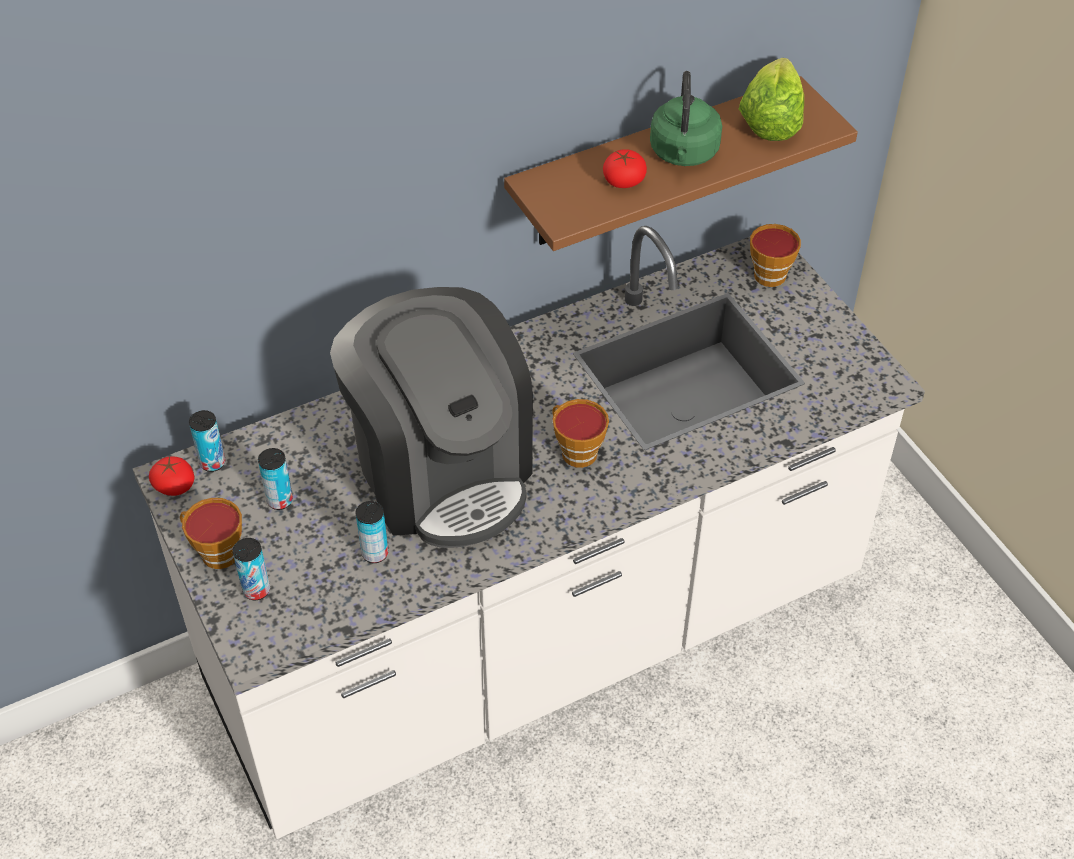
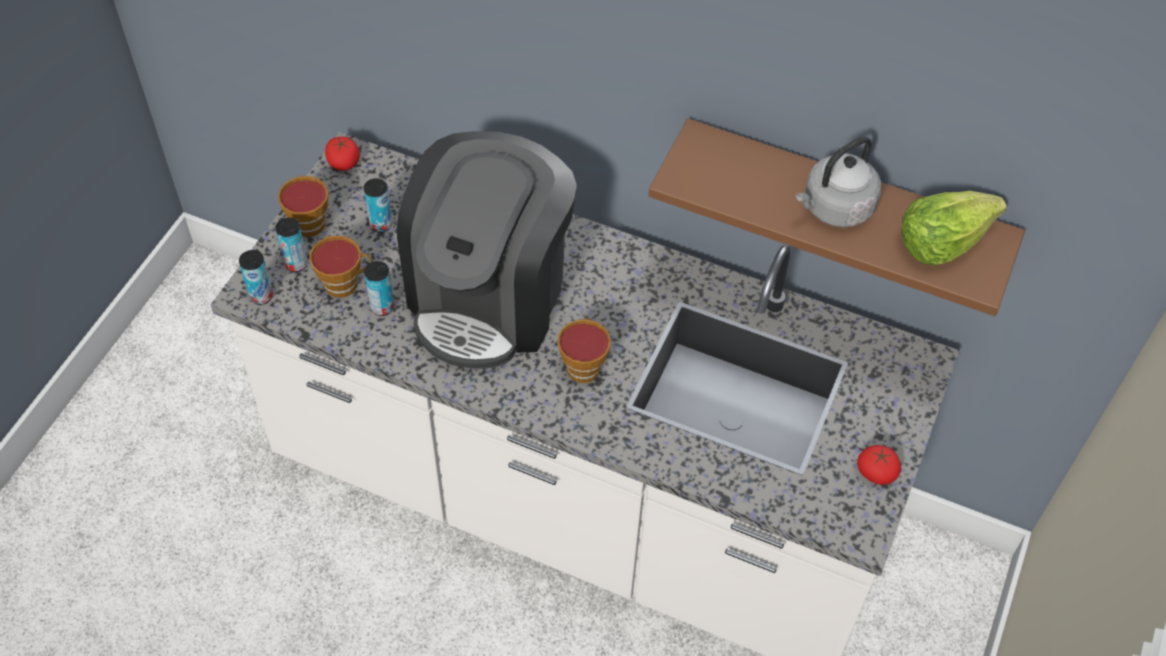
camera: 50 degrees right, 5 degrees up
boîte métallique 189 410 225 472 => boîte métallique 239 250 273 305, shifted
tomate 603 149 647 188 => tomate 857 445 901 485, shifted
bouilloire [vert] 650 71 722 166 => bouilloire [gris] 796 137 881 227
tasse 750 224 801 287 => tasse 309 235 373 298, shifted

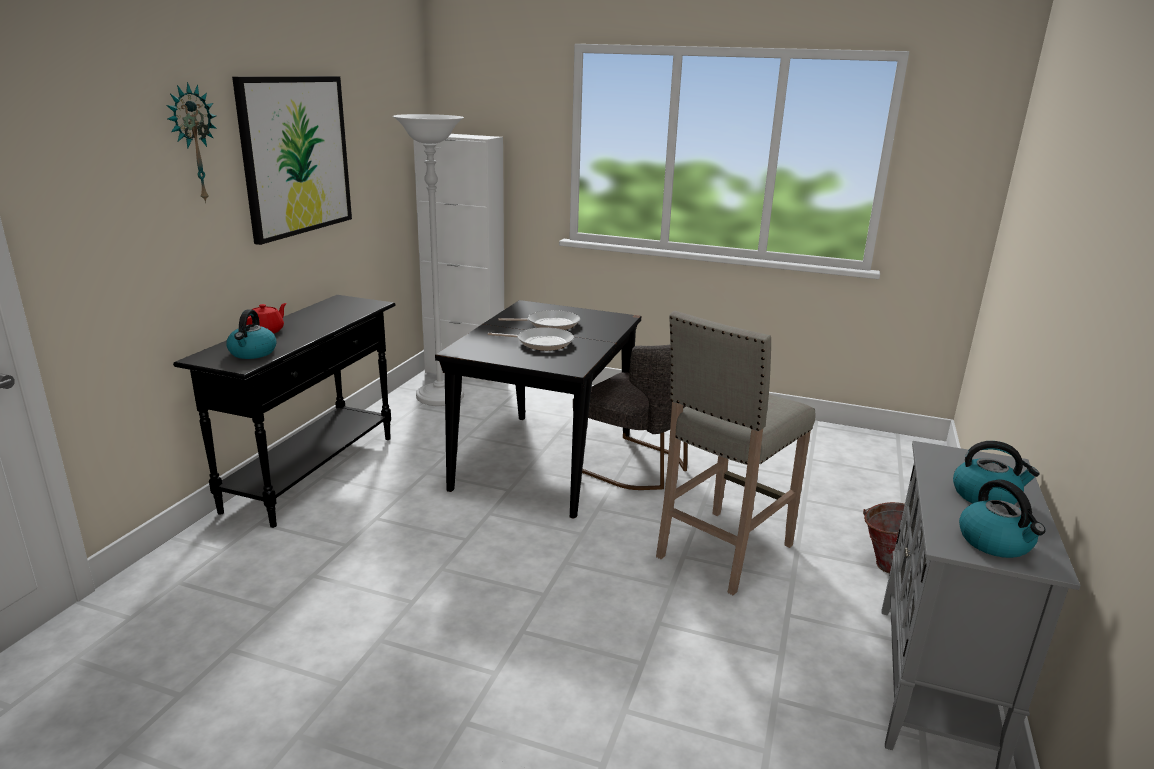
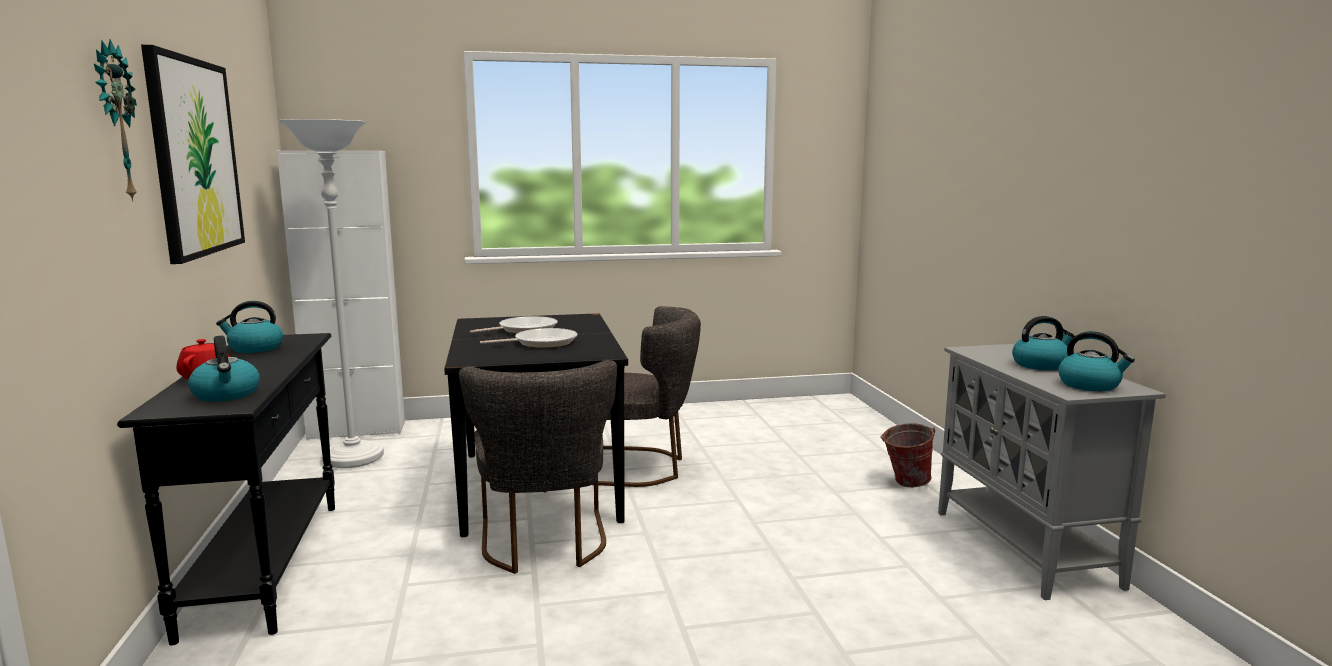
camera: 30 degrees left, 10 degrees down
tabouret [beige] 656 311 816 595 => nothing
nothing => bouilloire 216 301 283 353
nothing => chaise [gris] 459 360 617 574

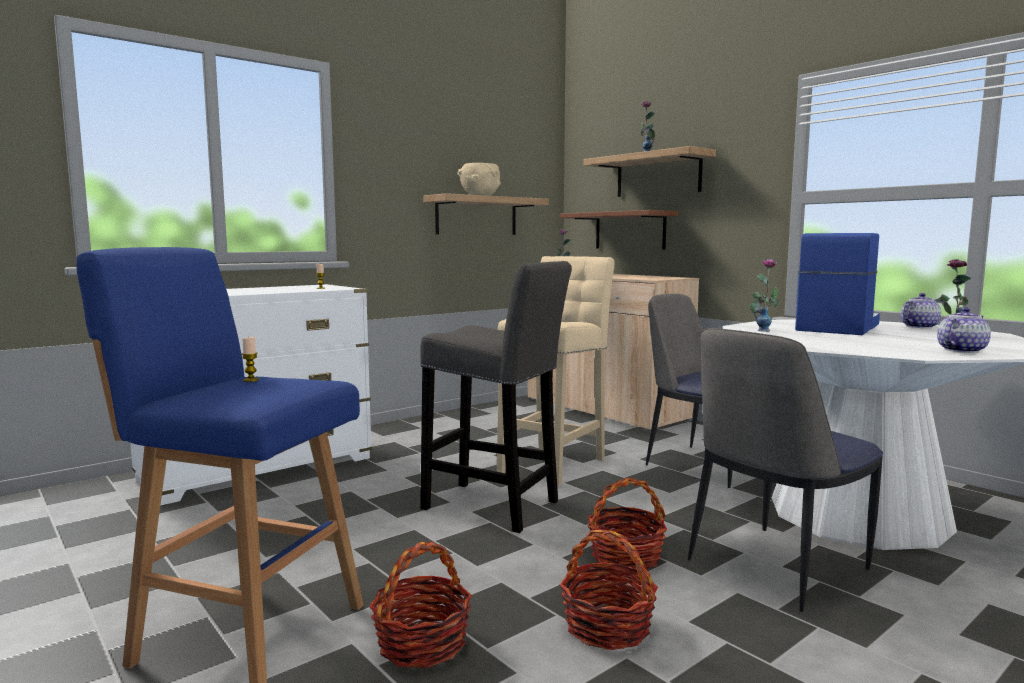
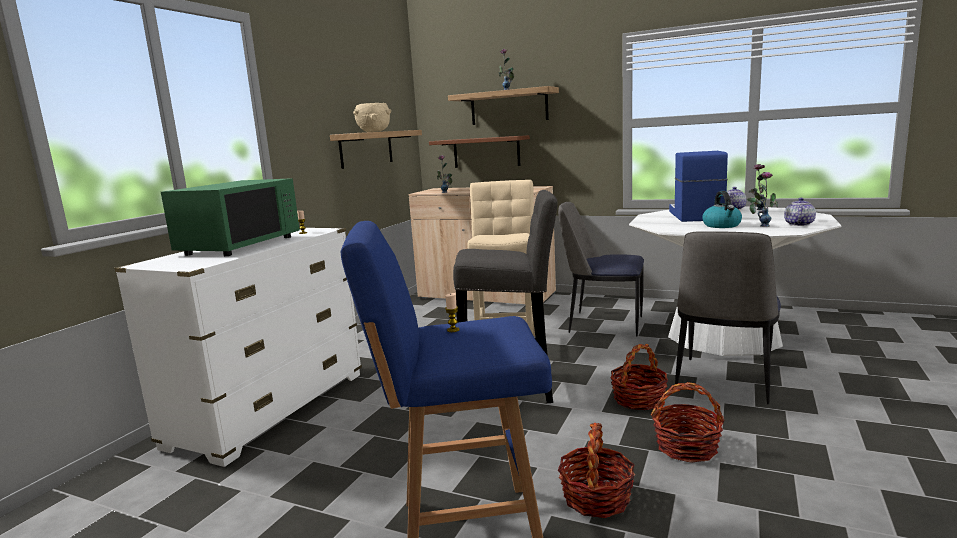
camera: 25 degrees left, 5 degrees up
vase 750 259 779 332 => vase 747 172 778 227, shifted
nothing => micro-ondes [vert] 161 178 300 256
nothing => bouilloire 702 191 742 228

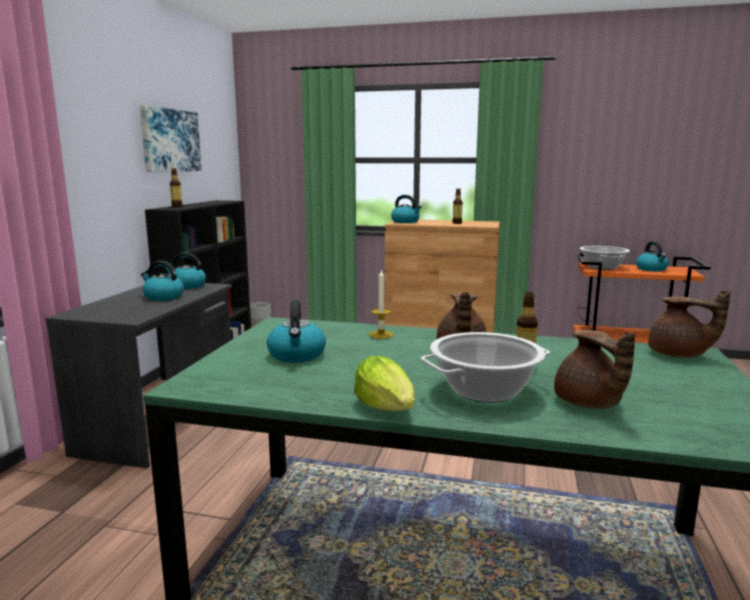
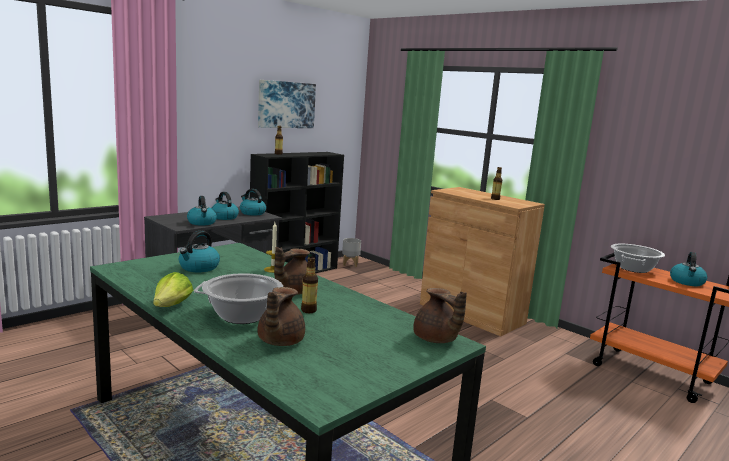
camera: 30 degrees right, 0 degrees up
bouilloire 391 195 421 223 => bouilloire 187 196 217 226, shifted

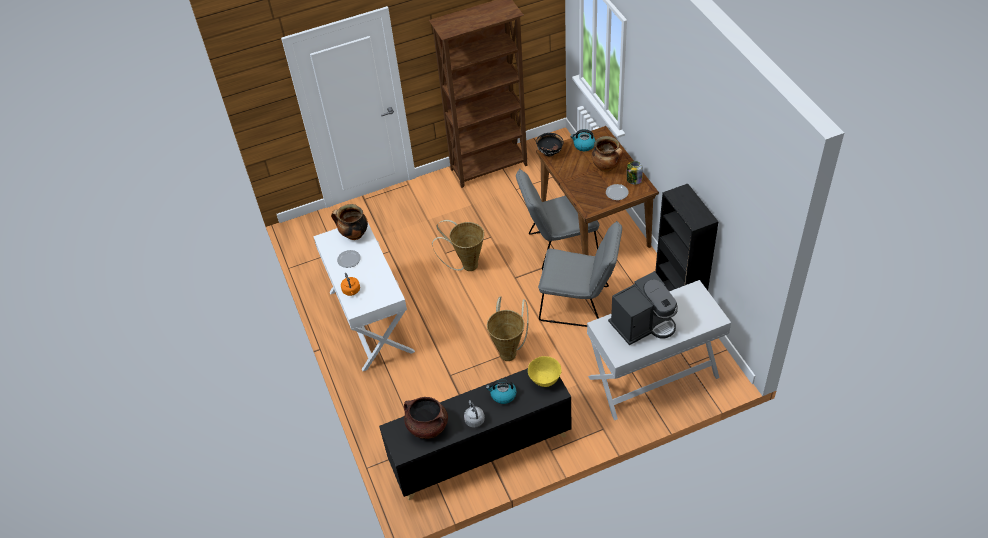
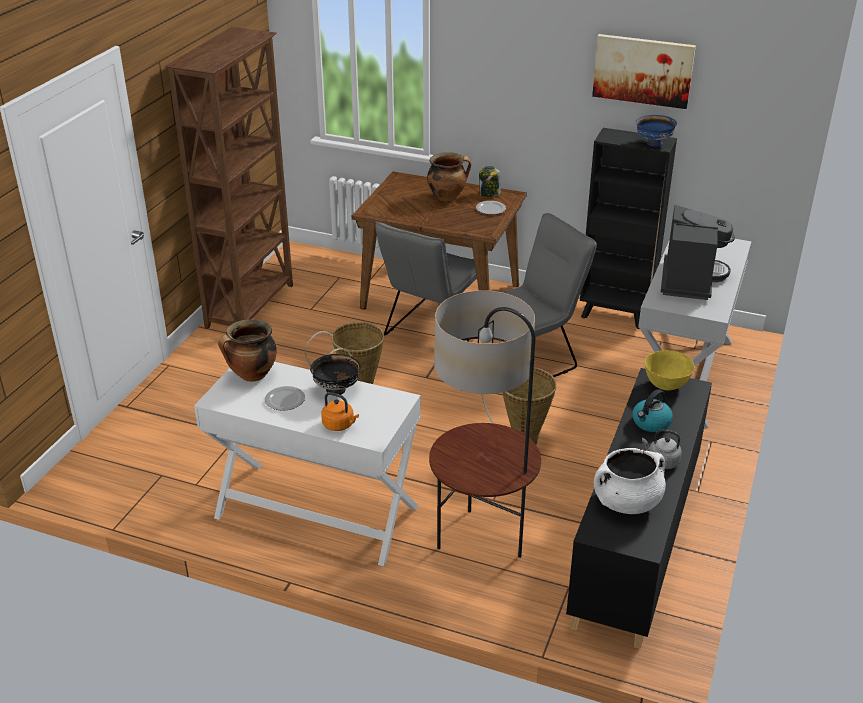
camera: 50 degrees left, 15 degrees down
marmite [marron] 404 397 448 439 => marmite [blanc] 594 448 666 514
bol [noir] 536 133 564 156 => bol [noir] 310 354 361 395, shifted
bouilloire 570 129 595 151 => nothing
nothing => lampadaire 429 290 541 558
nothing => tableau 592 34 696 109
nothing => bol [bleu] 636 115 677 147

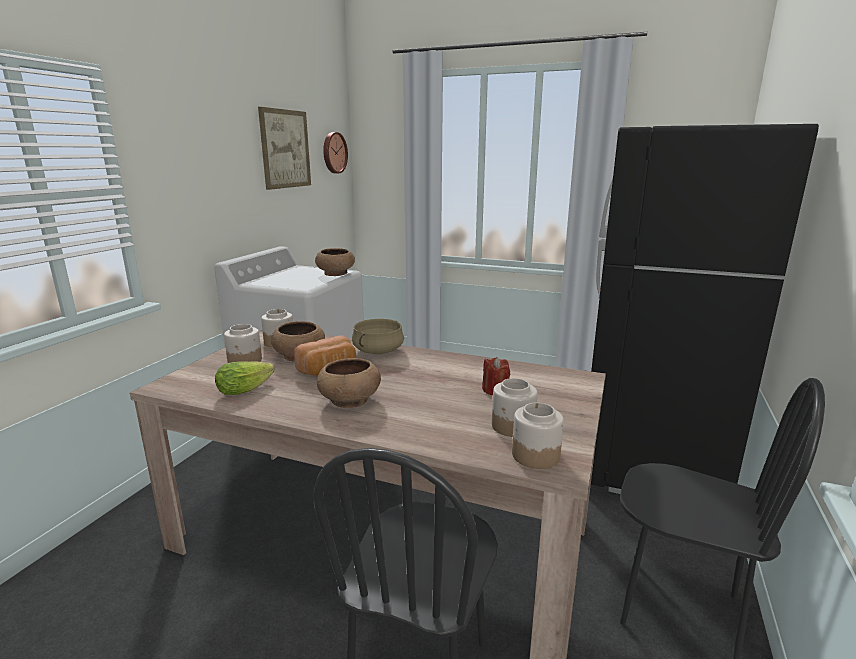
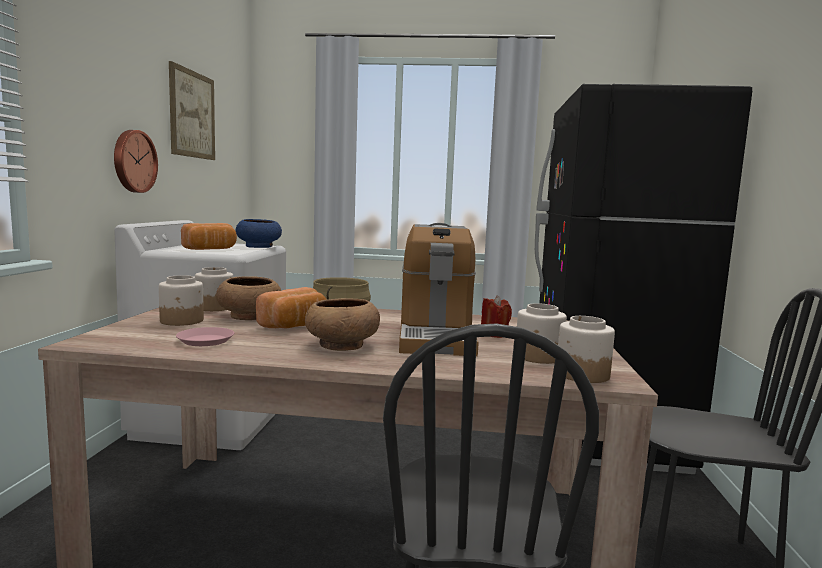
camera: 15 degrees left, 10 degrees down
laitue 215 361 274 395 => assiette [rose] 176 327 234 346
bol [marron] 315 248 355 276 => bol [bleu] 236 219 282 248
horloge murale 323 132 348 174 => horloge murale 114 130 158 193, shifted
nothing => pain 181 223 237 250
nothing => machine à café 399 223 479 356

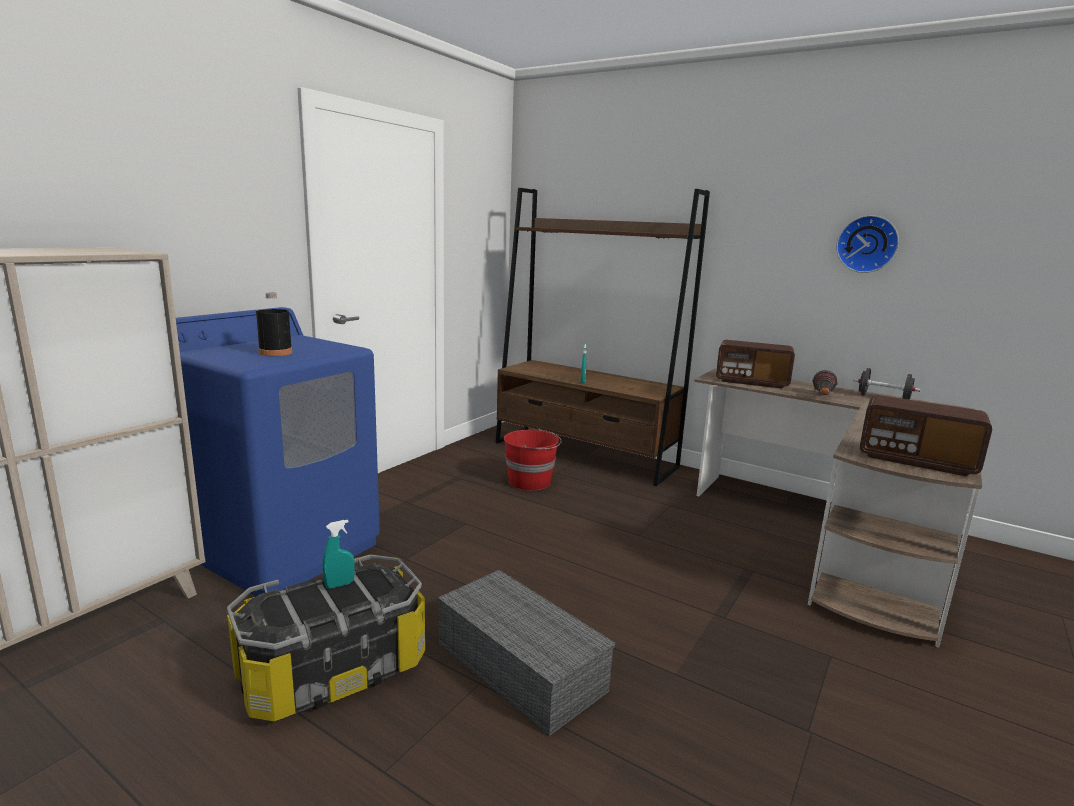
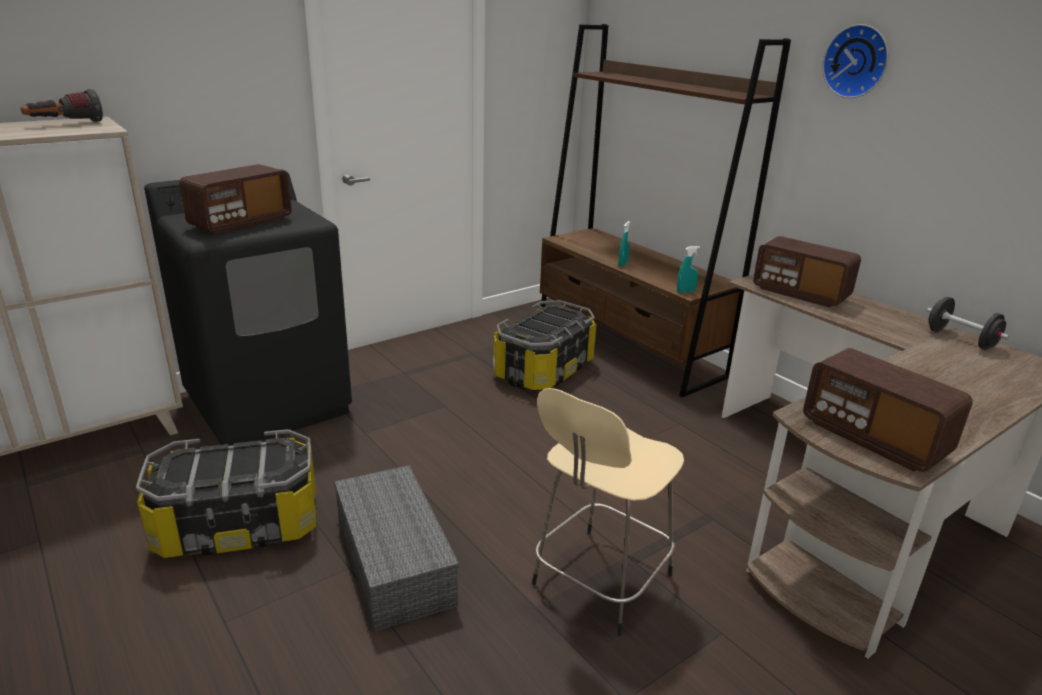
camera: 20 degrees right, 10 degrees up
lave-linge [bleu] 176 307 380 596 => lave-linge [noir] 144 169 352 446
bouteille [noir] 256 292 292 356 => radio 179 164 292 235
vaporisateur [turquoise] 322 520 355 588 => vaporisateur [turquoise] 677 246 700 292, shifted
seau [rouge] 504 428 562 491 => boîte de rangement 493 300 597 392
lampe de poche 812 370 838 395 => lampe de poche 20 89 103 122, shifted
horloge murale 836 215 899 273 => horloge murale 822 24 889 98, shifted
nothing => tabouret [beige] 532 388 684 636

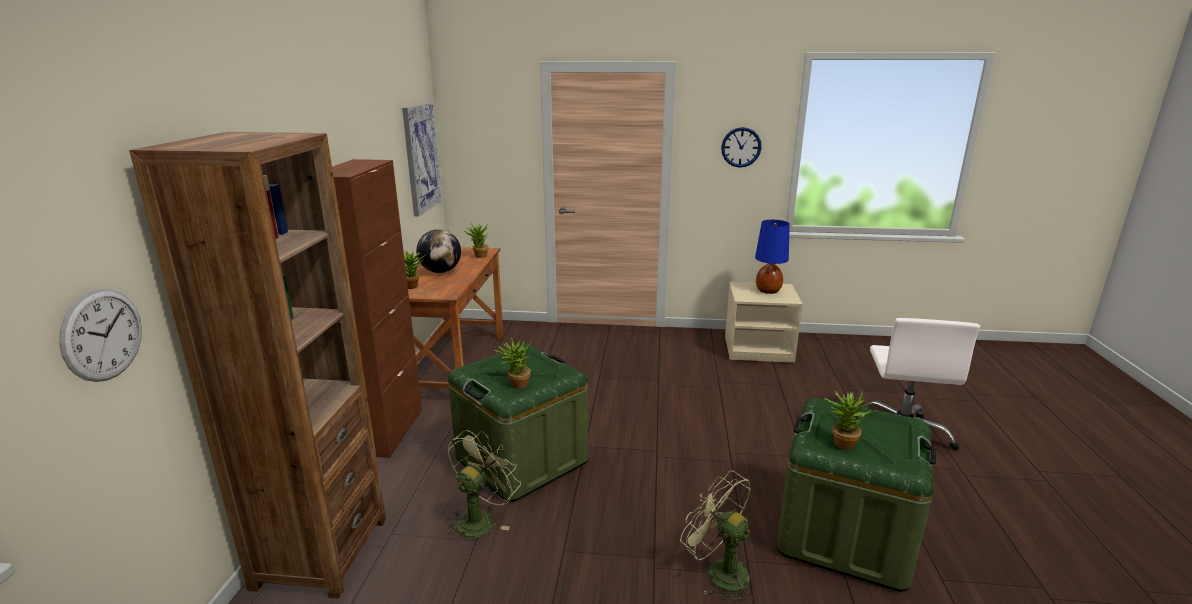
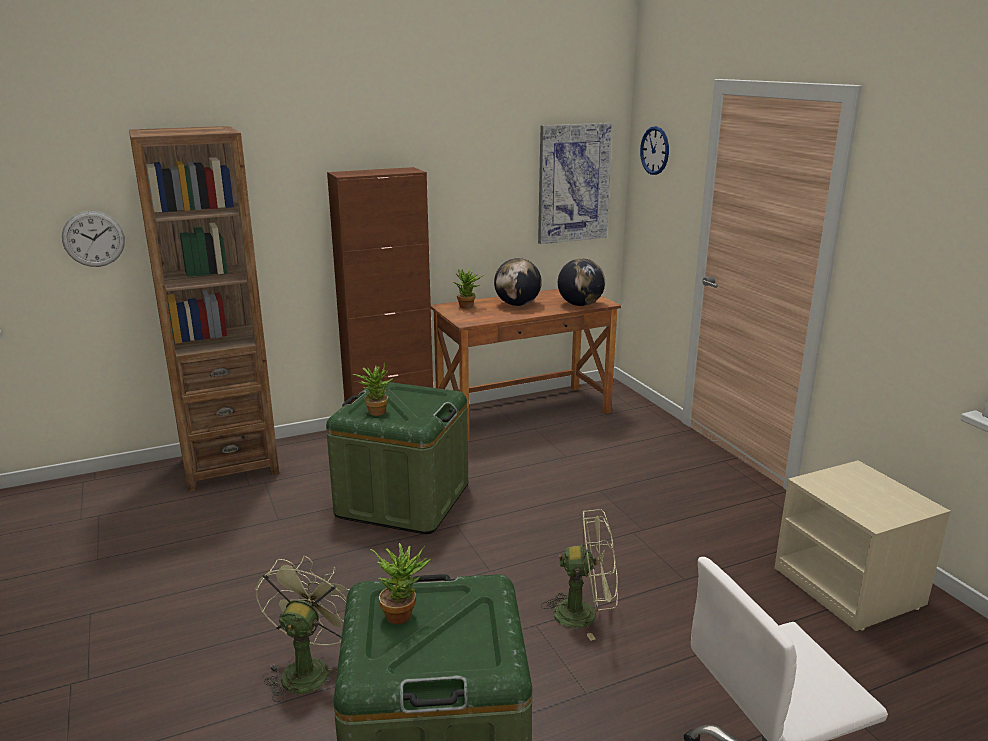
camera: 60 degrees right, 0 degrees up
ventilateur [vert] 445 430 521 539 => ventilateur [vert] 541 509 618 641, shifted
plante en pot 465 223 489 258 => globe 558 258 605 306
horloge murale 721 127 762 168 => horloge murale 640 126 669 175, shifted
lampe de table [bleu] 755 220 790 294 => nothing

